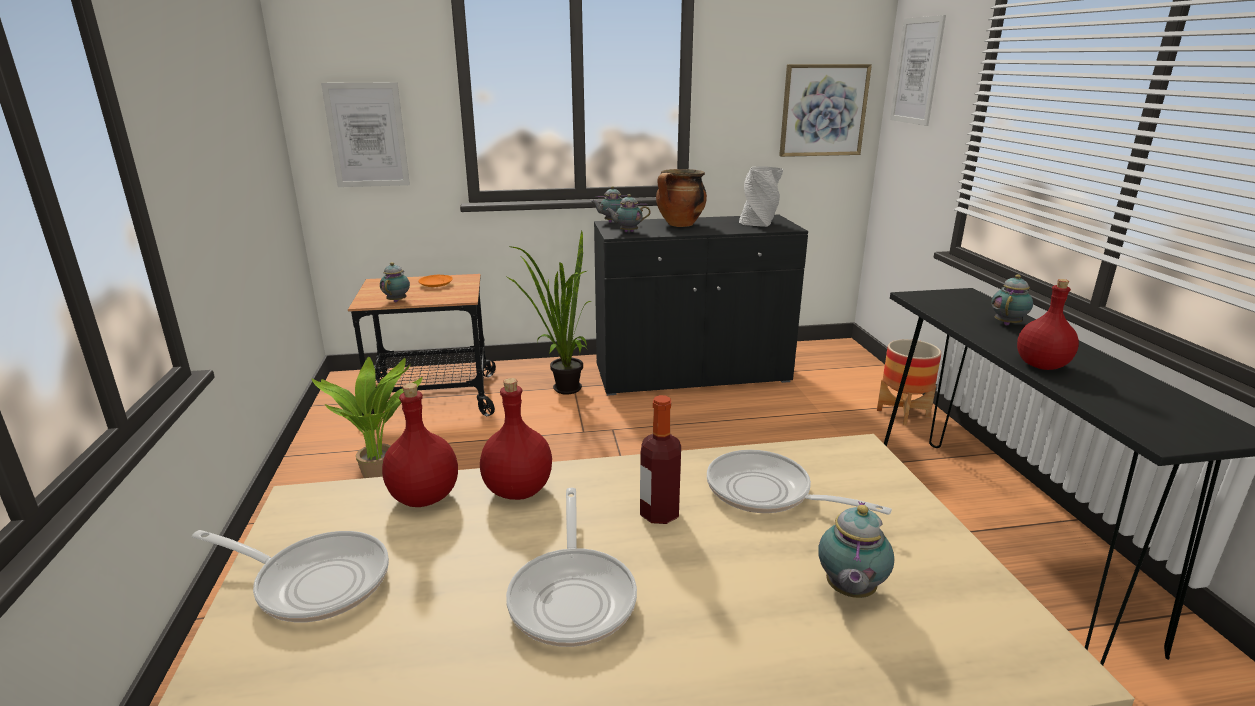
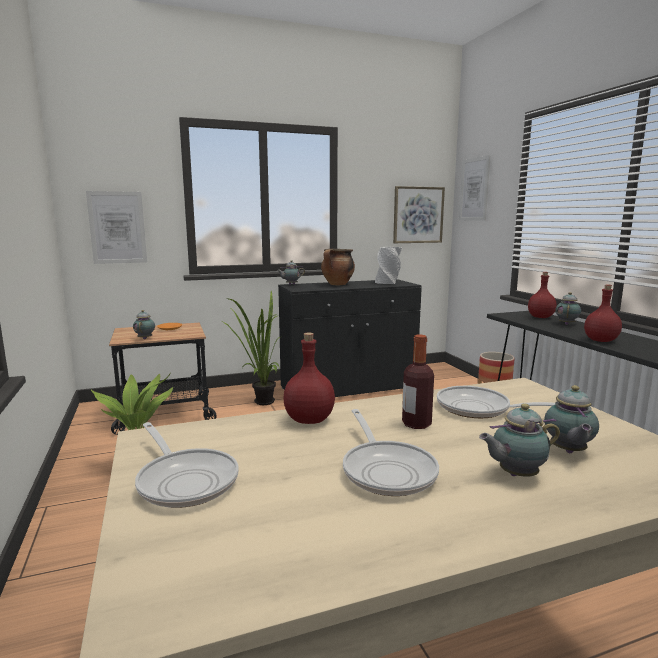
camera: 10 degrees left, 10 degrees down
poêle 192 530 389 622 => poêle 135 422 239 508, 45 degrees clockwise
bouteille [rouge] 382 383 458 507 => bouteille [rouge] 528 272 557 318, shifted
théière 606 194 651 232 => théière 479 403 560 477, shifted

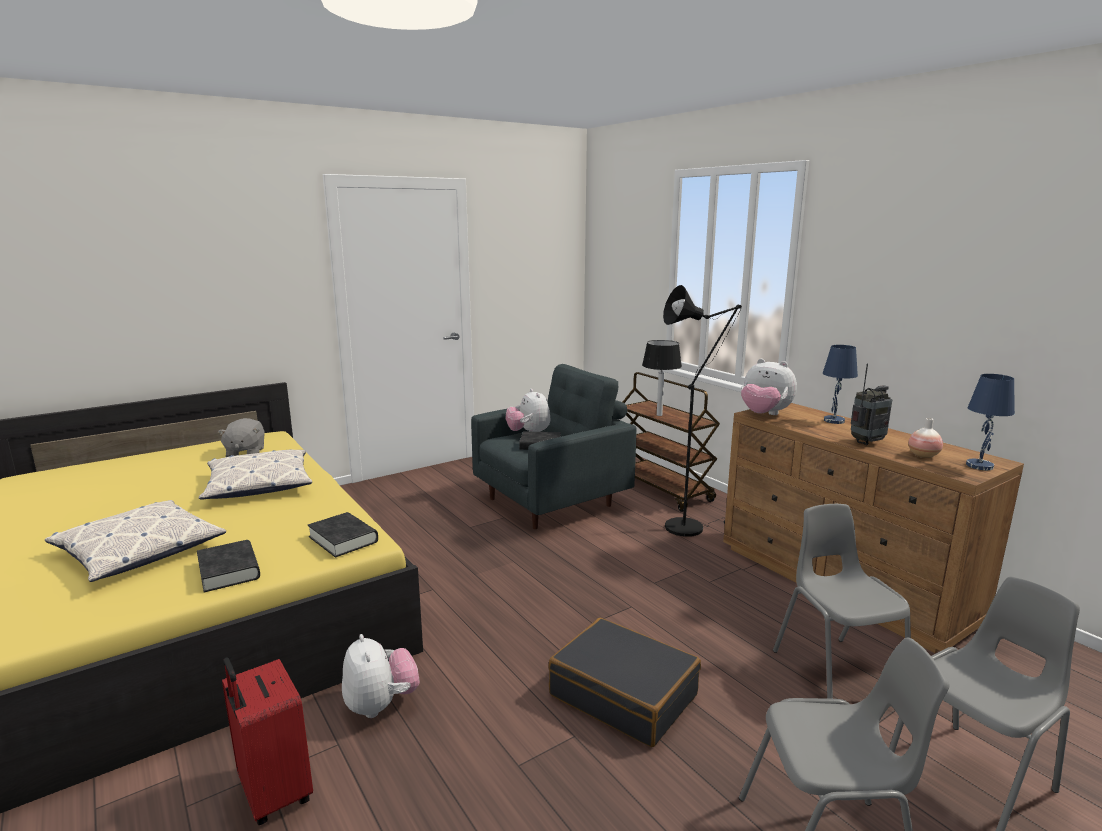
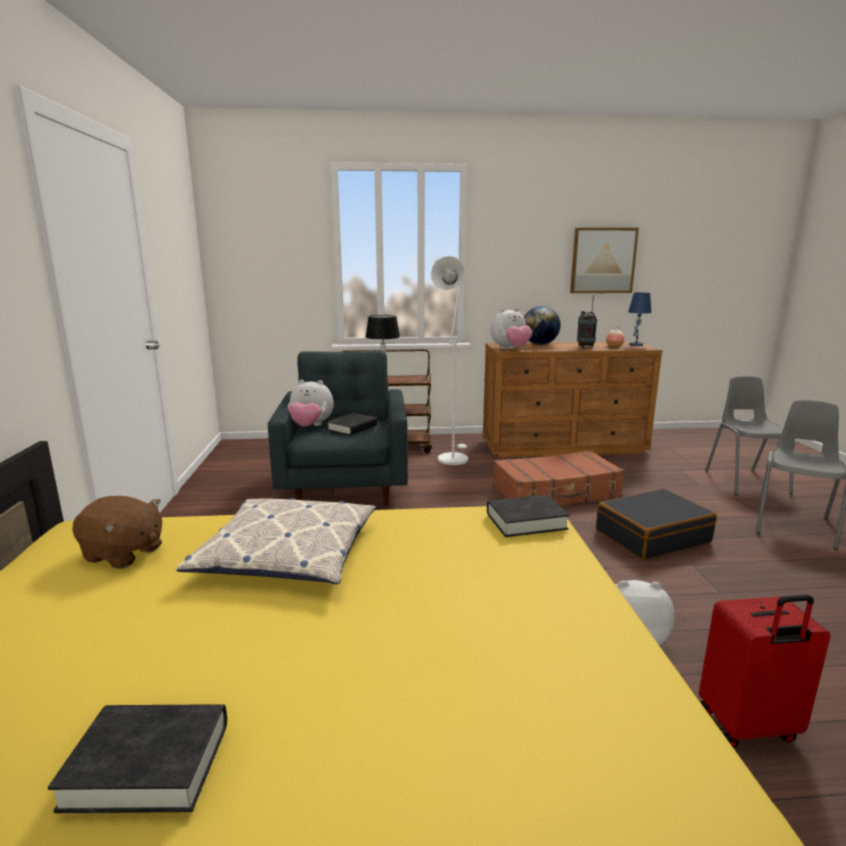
camera: 60 degrees left, 0 degrees up
coussin 45 500 226 582 => nothing
livre [noir] 197 540 260 593 => livre [noir] 48 704 227 813, shifted
peluche [gris] 218 418 265 457 => peluche [marron] 72 496 162 569
lampadaire [noir] 663 285 742 537 => lampadaire [blanc] 431 256 468 465
chaise [gris] 773 504 911 699 => nothing
lampe de table [bleu] 823 345 858 424 => globe 524 306 561 345
nothing => valise [marron] 493 450 625 505
nothing => tableau 570 228 639 293

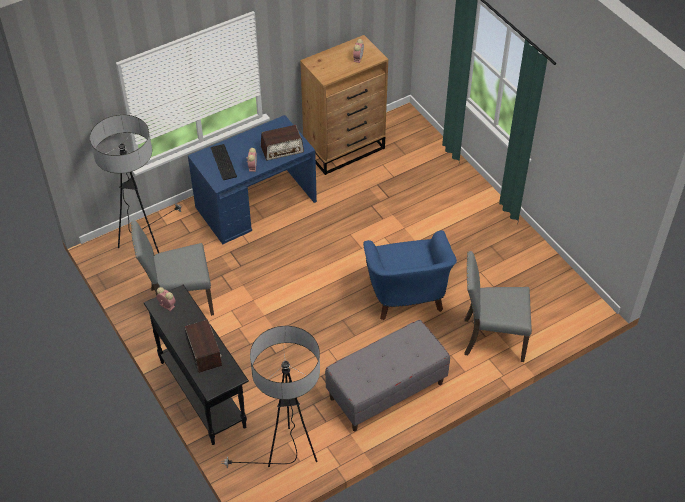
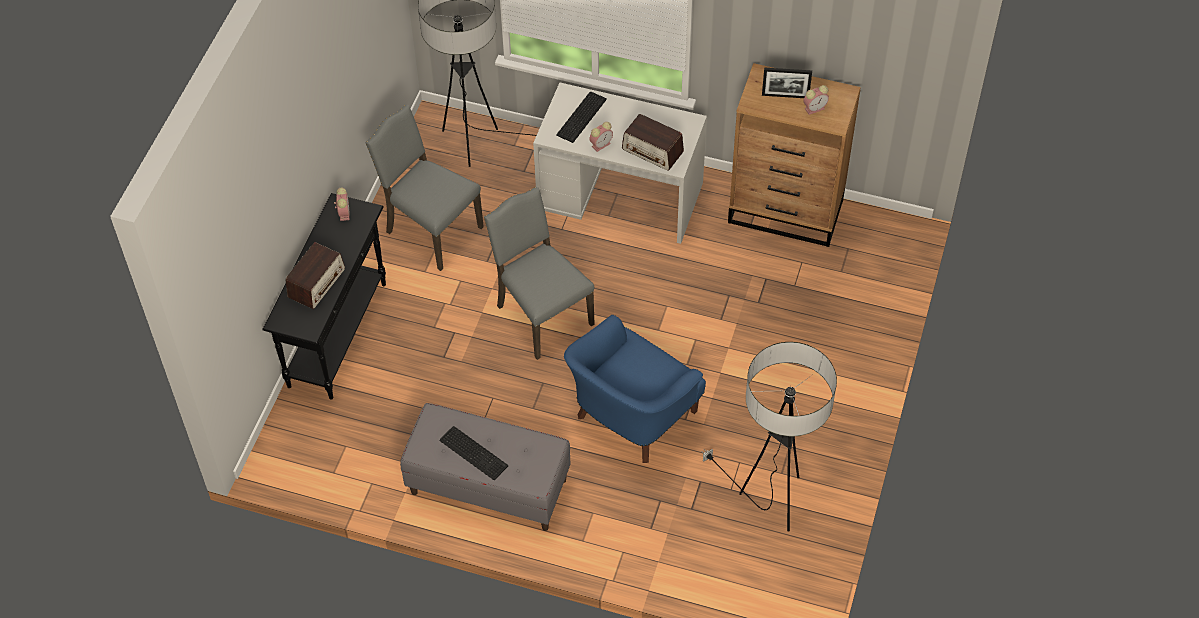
camera: 50 degrees right, 5 degrees up
bureau [bleu] 188 115 317 244 => bureau [blanc] 533 83 707 244
lampadaire 221 326 320 468 => lampadaire 701 342 837 532, shifted
chaise [gris] 464 251 532 362 => chaise [gris] 484 187 595 360, shifted
nothing => clavier 439 426 509 480
nothing => cadre photo 762 68 812 98

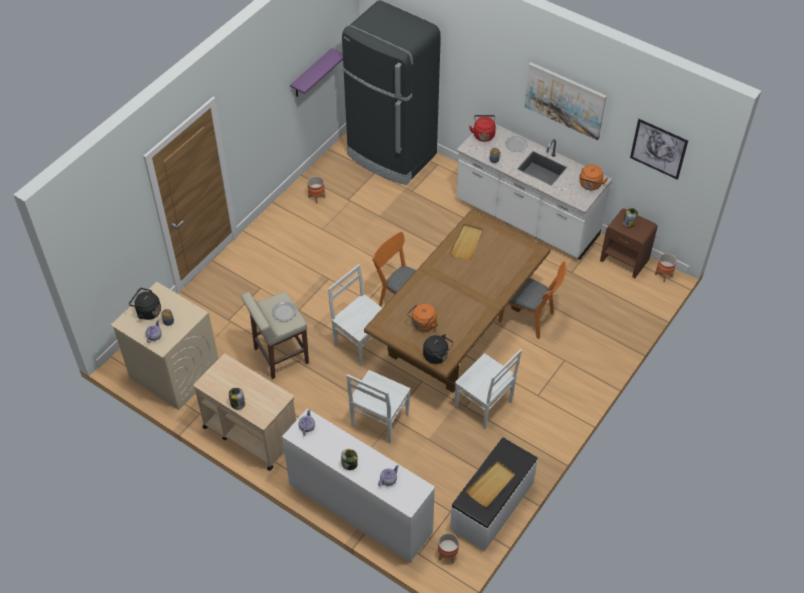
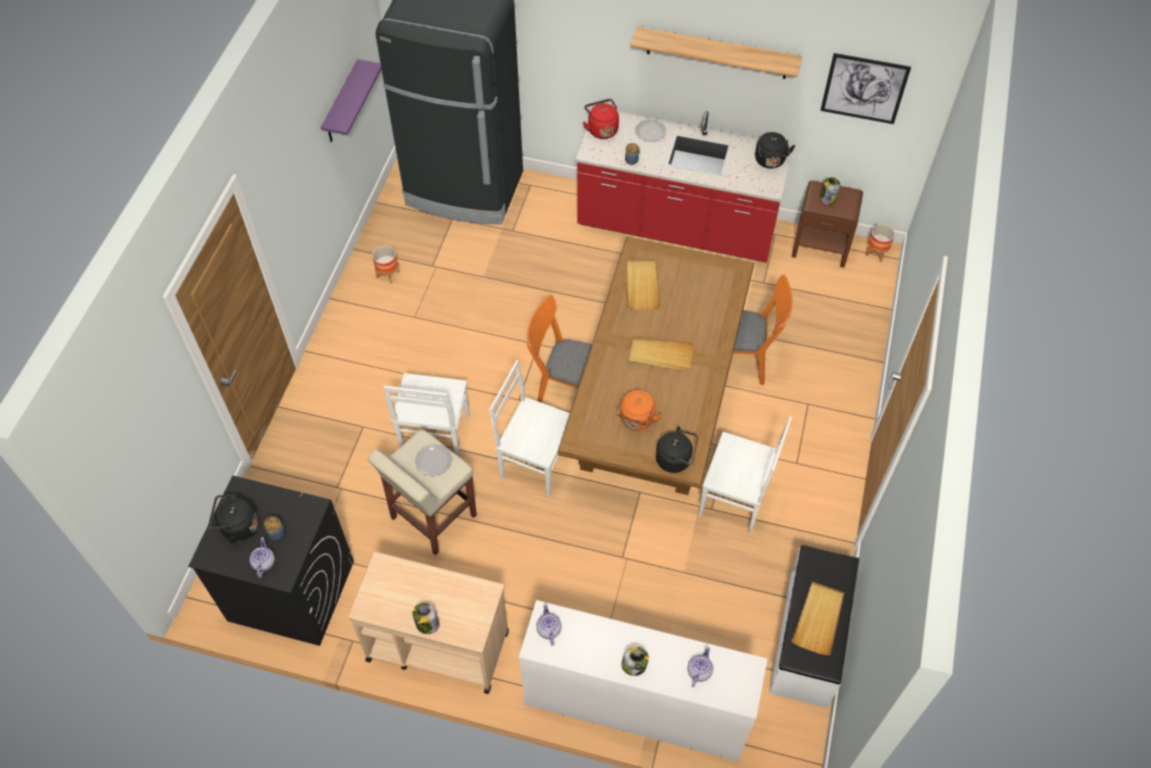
camera: 20 degrees left, 5 degrees up
lave-linge [beige] 111 282 218 410 => lave-linge [noir] 188 475 354 646
chaise [blanc] 347 370 411 444 => chaise [blanc] 384 373 470 457, shifted
cache-pot 438 533 459 563 => nothing
comptoir de cuisine [blanc] 456 124 612 259 => comptoir de cuisine [rouge] 575 111 793 263
tableau 524 62 607 140 => étagère 630 26 802 79
bouilloire [orange] 579 164 608 190 => bouilloire [noir] 755 132 795 169
nothing => plateau [beige] 627 336 694 372

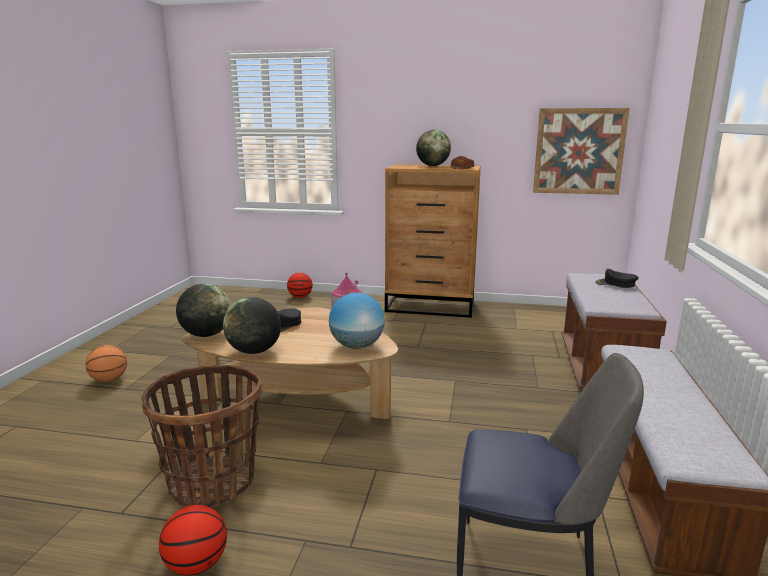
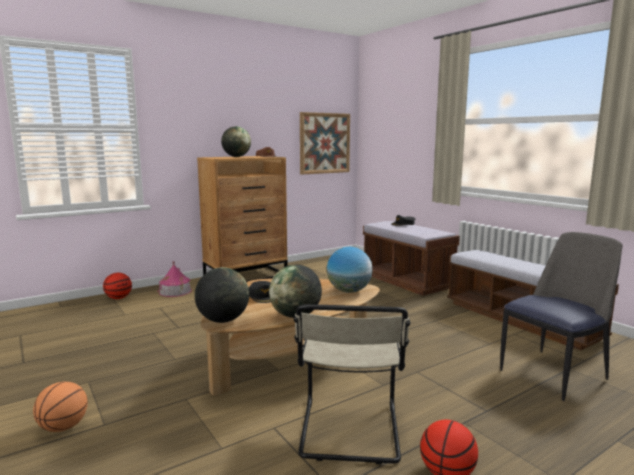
camera: 45 degrees left, 5 degrees down
panier 141 365 262 508 => chaise [beige] 294 304 411 464

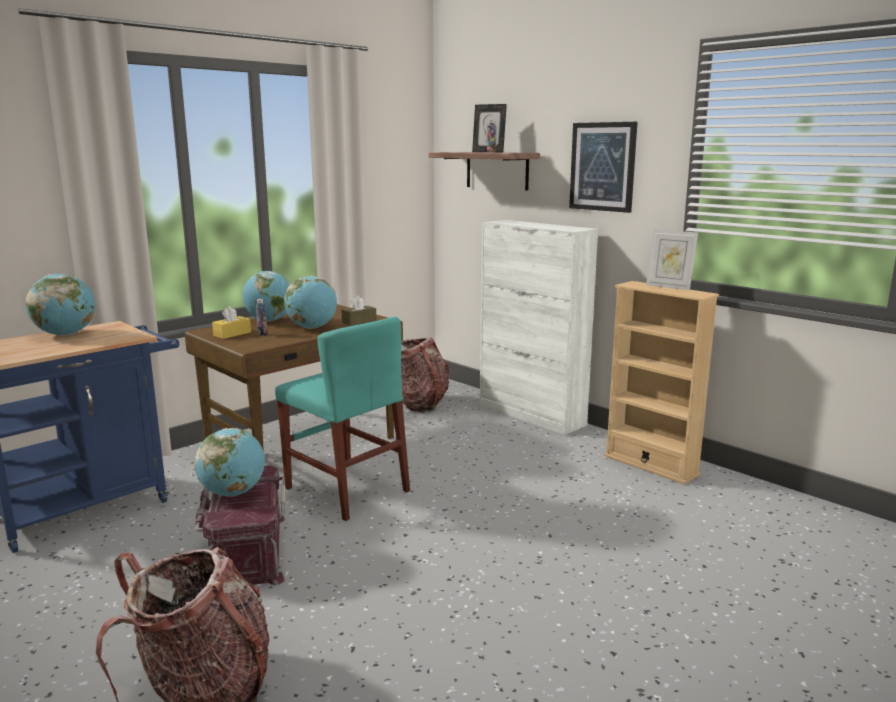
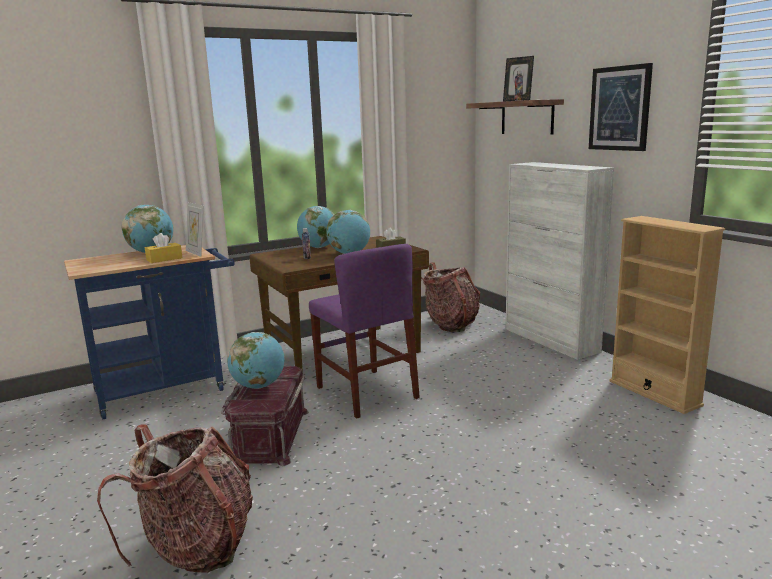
camera: 15 degrees right, 0 degrees up
boîte à mouchoirs [jaune] 212 306 251 339 => boîte à mouchoirs [jaune] 145 233 182 263, shifted
chaise [turquoise] 275 317 410 521 => chaise [violet] 309 244 420 419
cadre photo 646 229 698 290 => cadre photo 186 202 203 257, shifted

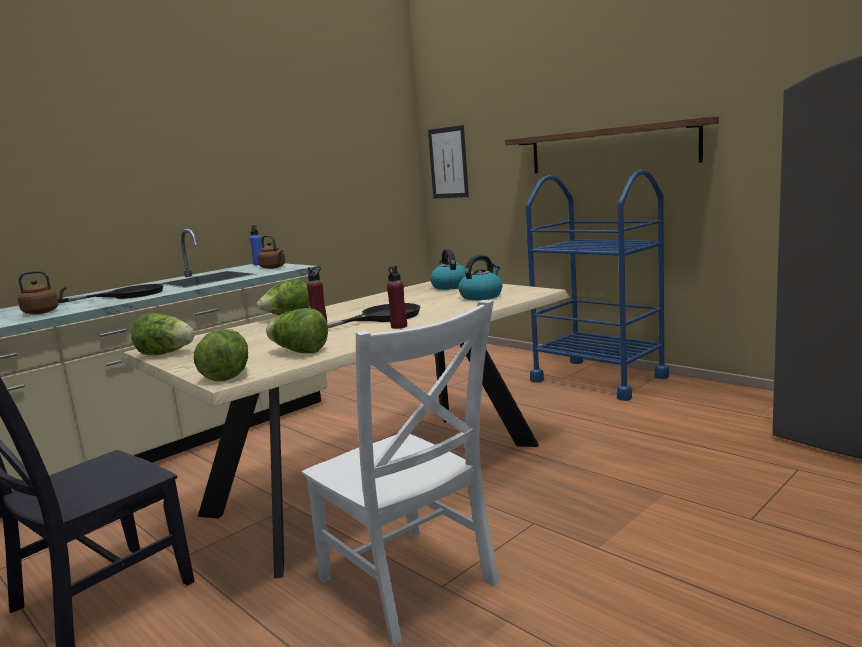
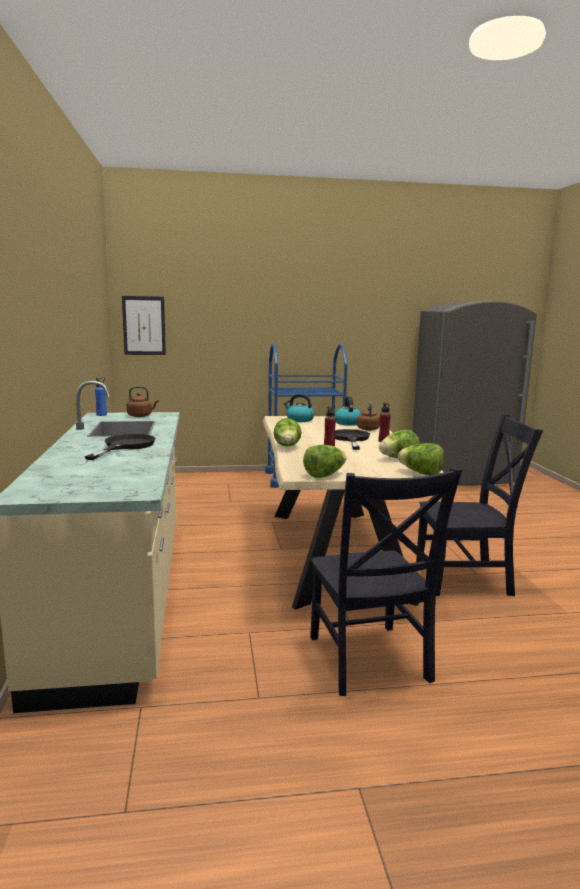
camera: 55 degrees left, 0 degrees up
bouilloire [marron] 18 271 67 314 => bouilloire [marron] 357 401 380 431, shifted
chaise [blanc] 302 300 499 645 => chaise [noir] 416 414 543 596
étagère 505 117 719 174 => nothing

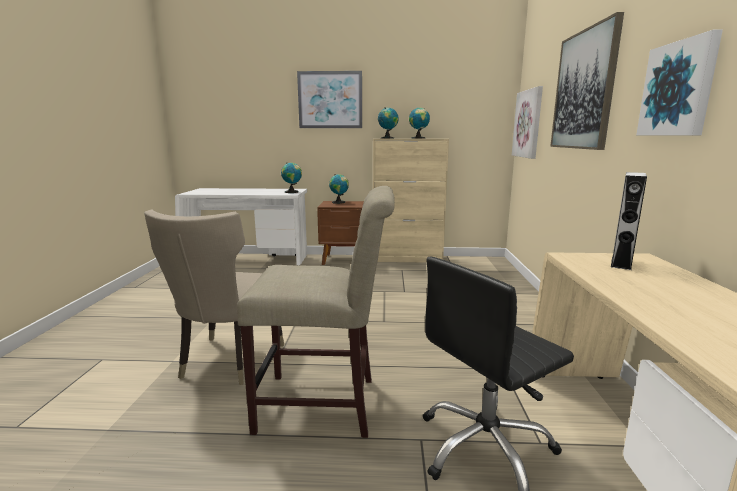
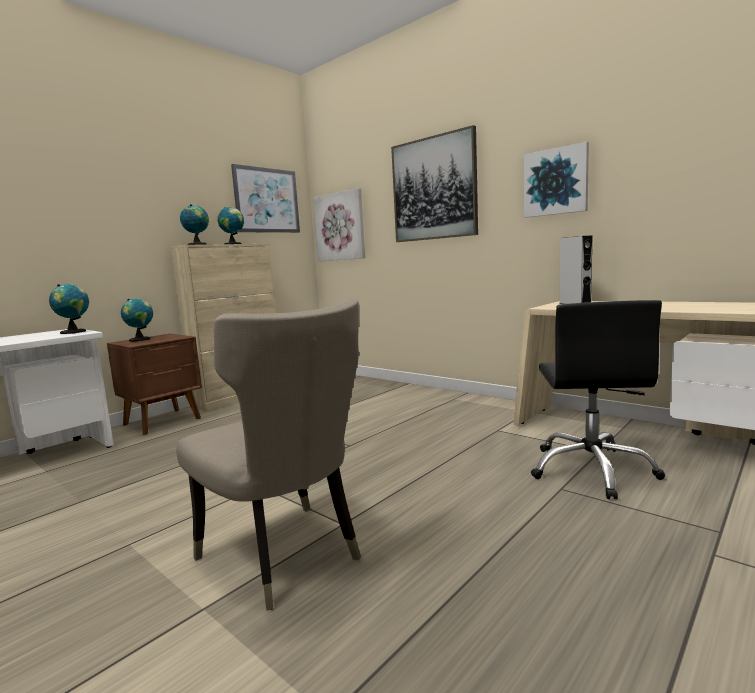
camera: 50 degrees left, 5 degrees down
chaise [beige] 237 186 395 438 => nothing
tableau 297 71 362 128 => tableau 231 164 300 233, shifted

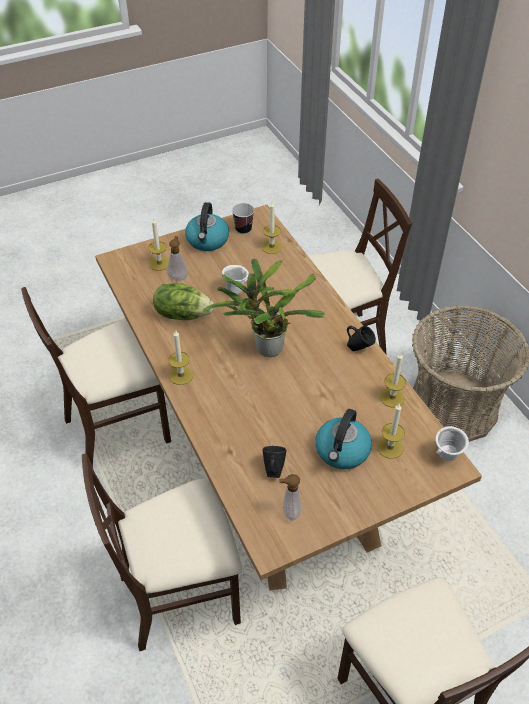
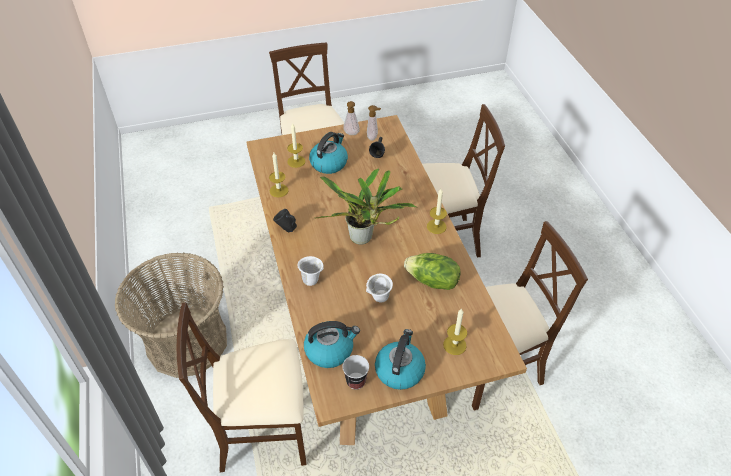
camera: 170 degrees left, 0 degrees up
distributeur de savon 167 236 188 281 => distributeur de savon 343 101 360 135, shifted
bougie 261 202 282 254 => bouilloire 304 321 360 368
mug [blanc] 435 426 469 461 => mug [blanc] 297 256 324 286, shifted

